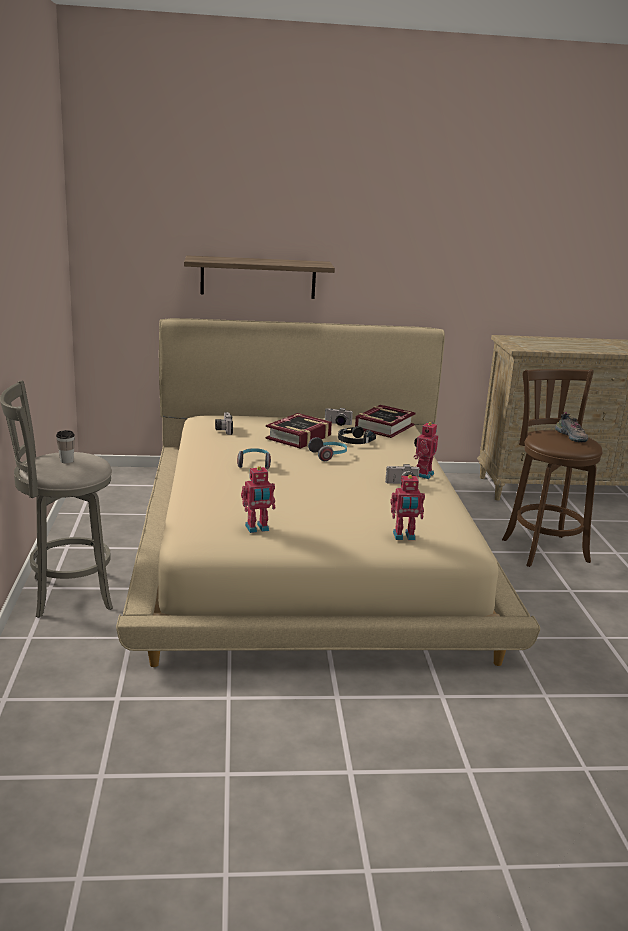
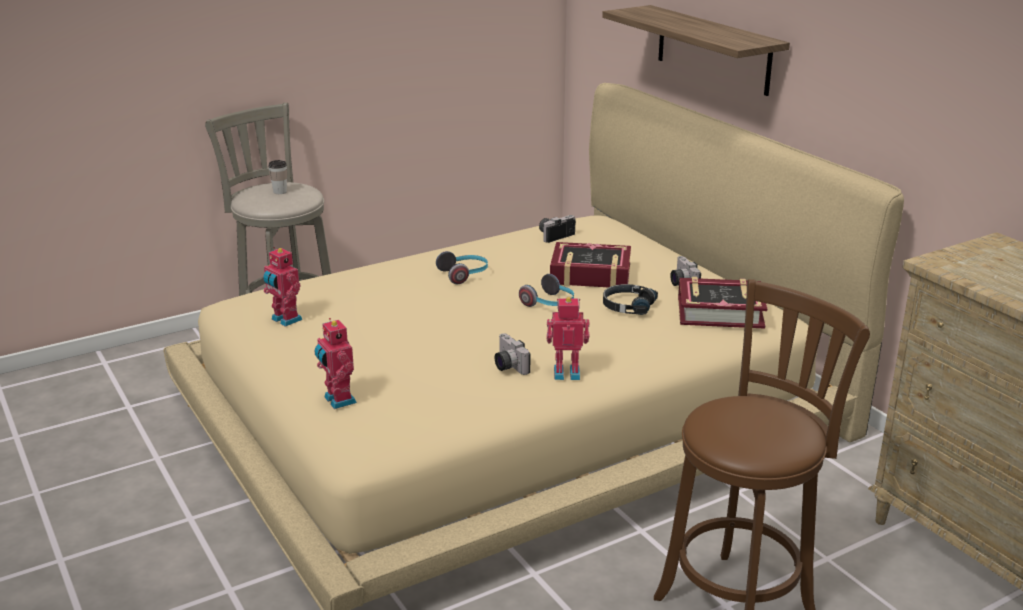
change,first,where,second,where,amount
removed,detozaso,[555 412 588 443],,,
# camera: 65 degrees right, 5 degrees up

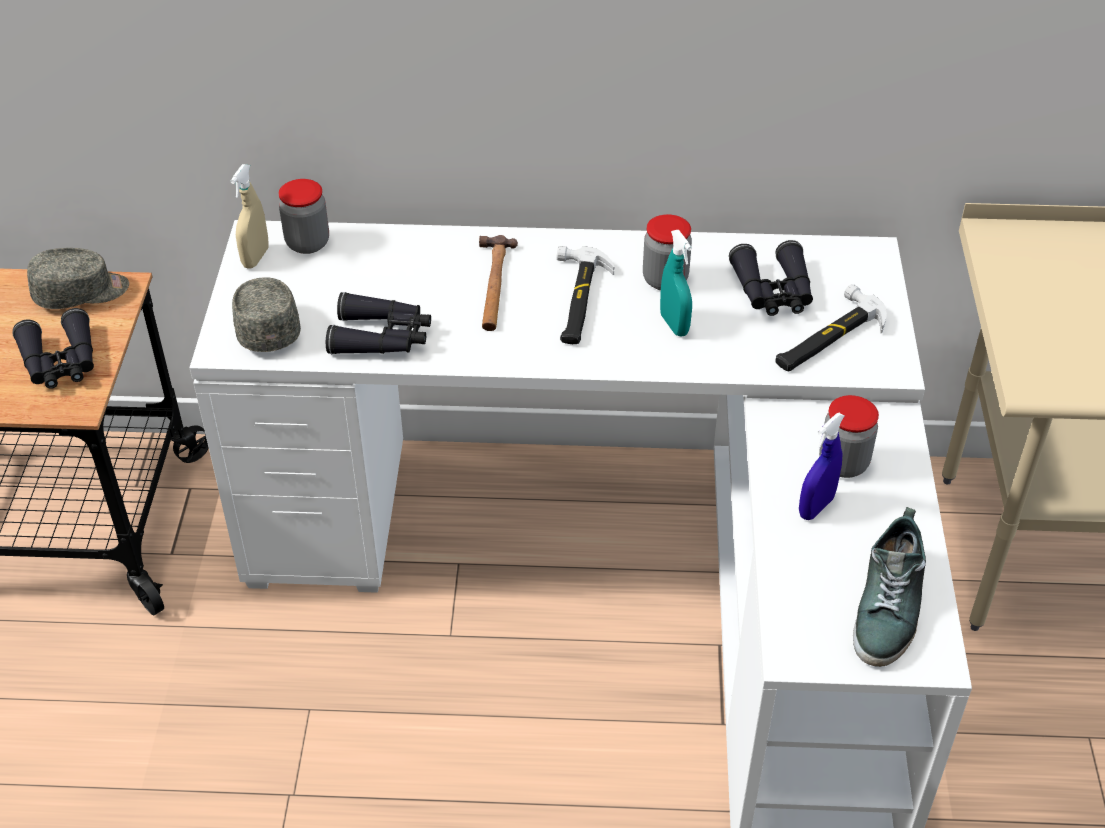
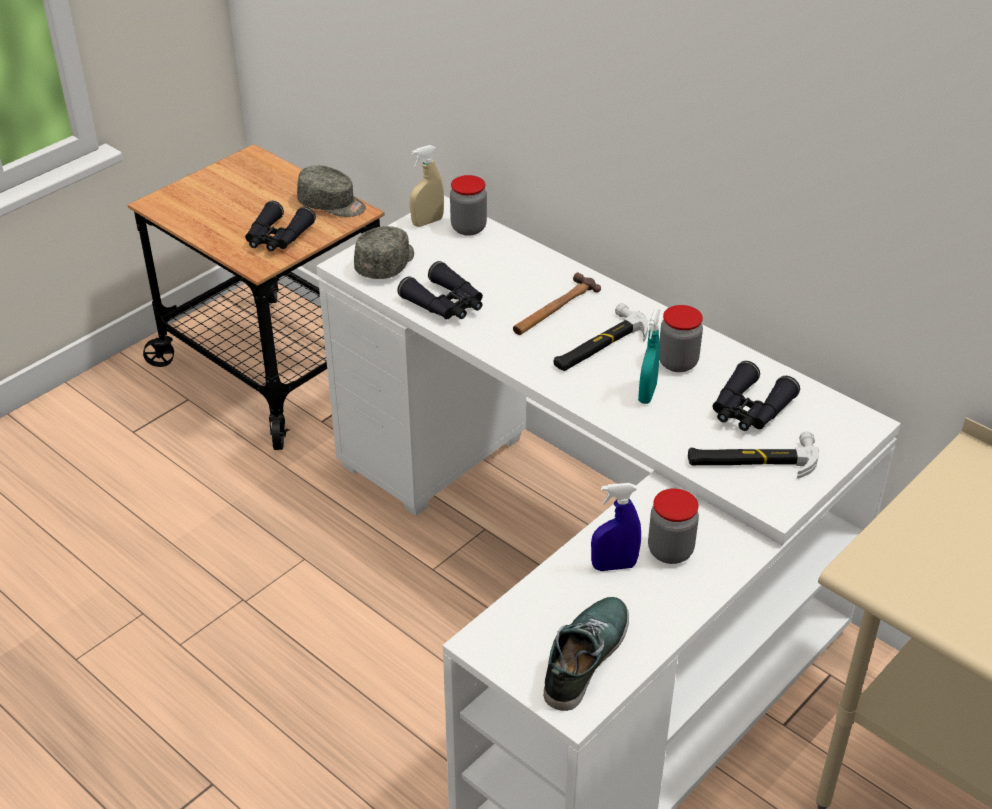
change,first,where,second,where,amount
turned,detozaso,[853 507 926 667],,[544 597 629 711],150 degrees clockwise
# camera: 40 degrees right, 5 degrees down

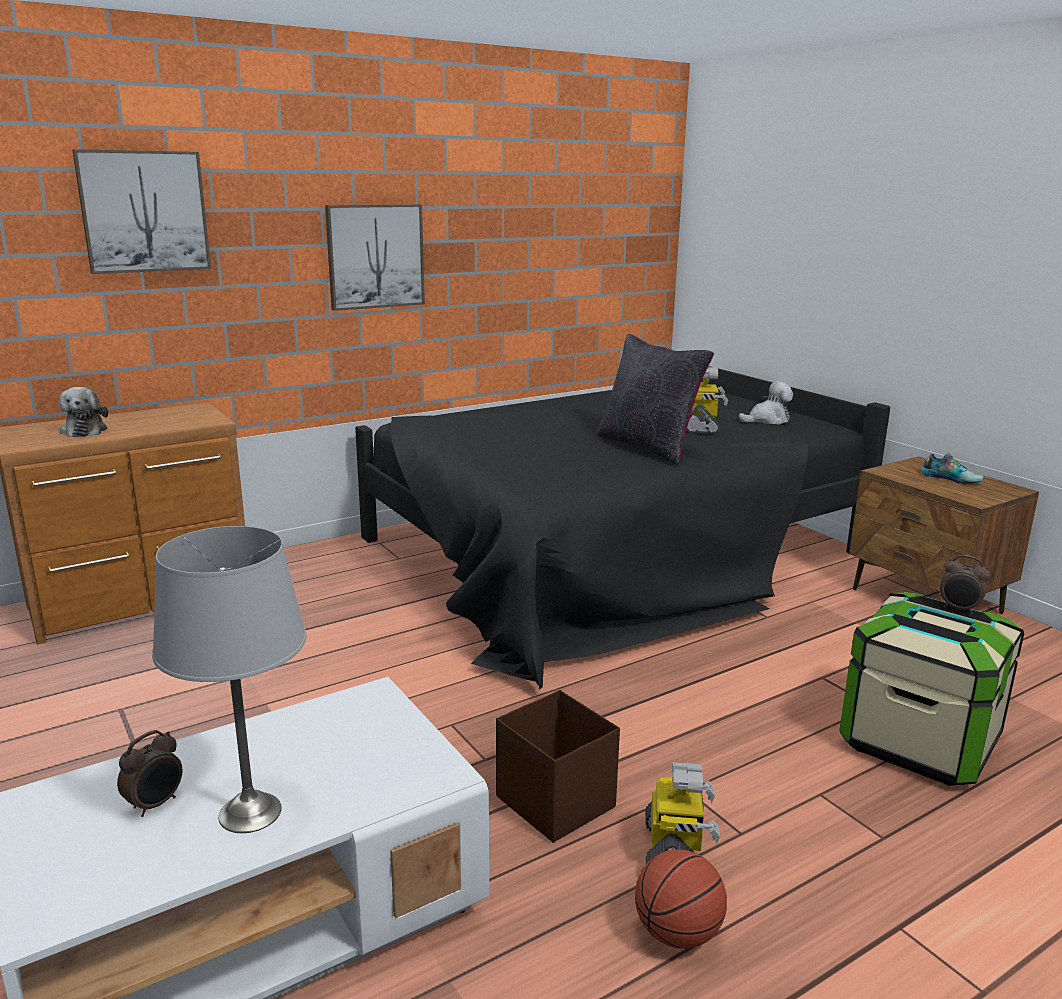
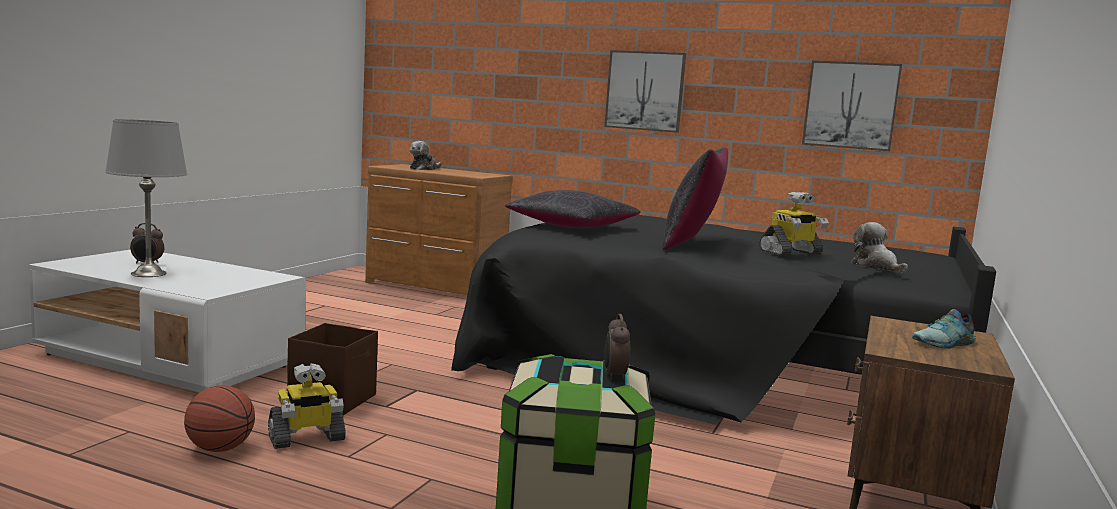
change,first,where,second,where,amount
moved,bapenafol,[72 149 211 274],,[802 60 902 151],
turned,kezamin,[738 381 793 425],,[851 222 908 273],150 degrees counterclockwise
turned,detozaso,[921 453 985 484],,[912 309 976 349],60 degrees clockwise
added,,,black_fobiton,[505 190 641 228],
# camera: 55 degrees right, 10 degrees down

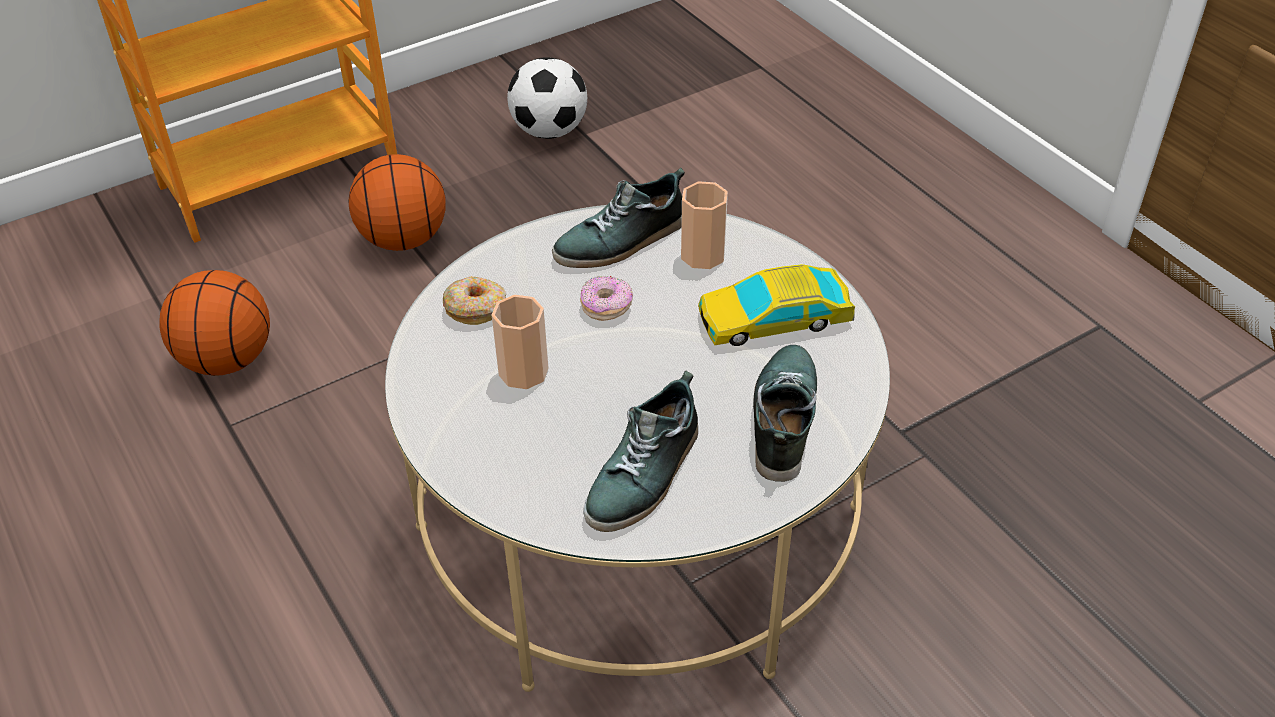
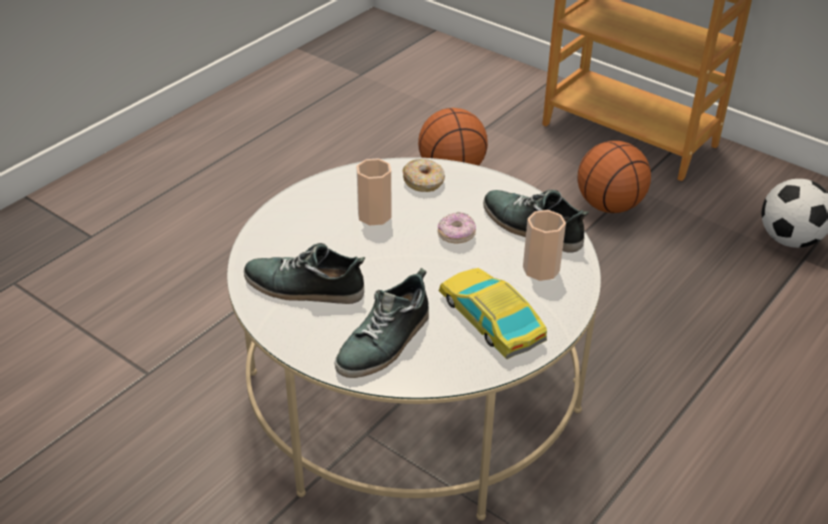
change,first,where,second,where,amount
turned,detozaso,[753 345 817 482],,[334 268 429 378],135 degrees clockwise
# camera: 70 degrees right, 5 degrees down

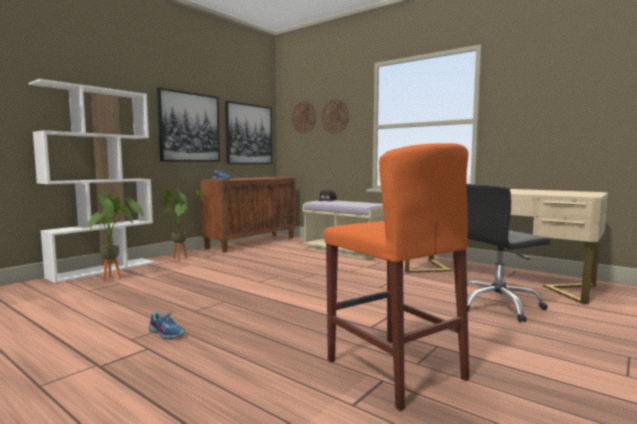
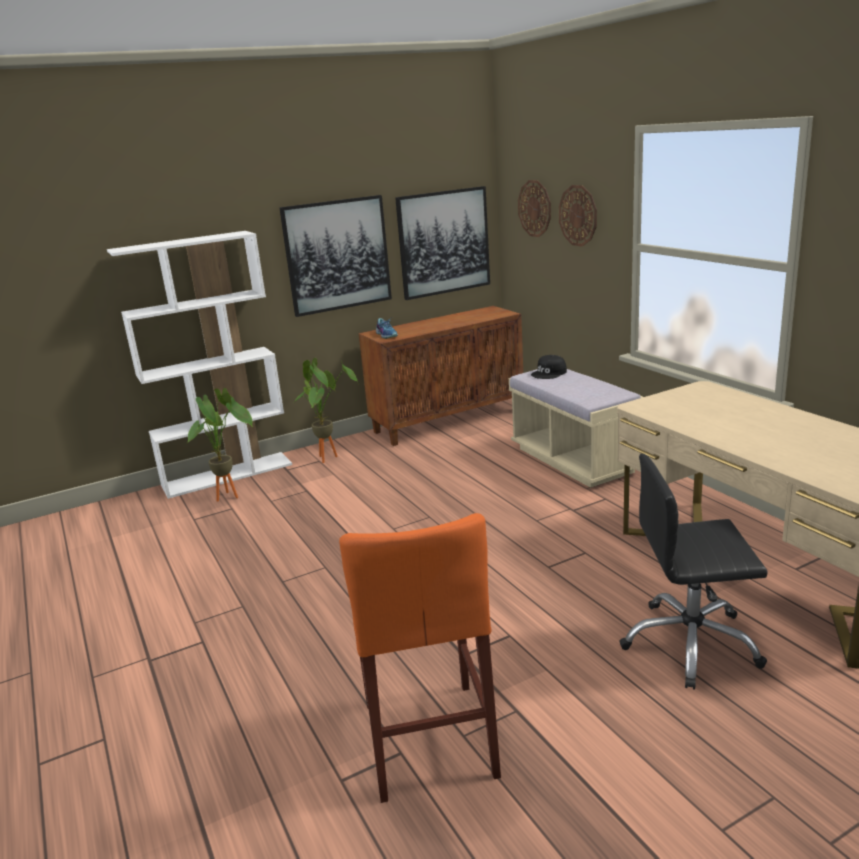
change,first,where,second,where,amount
removed,detozaso,[148 311 185 340],,,
# camera: 25 degrees right, 15 degrees up

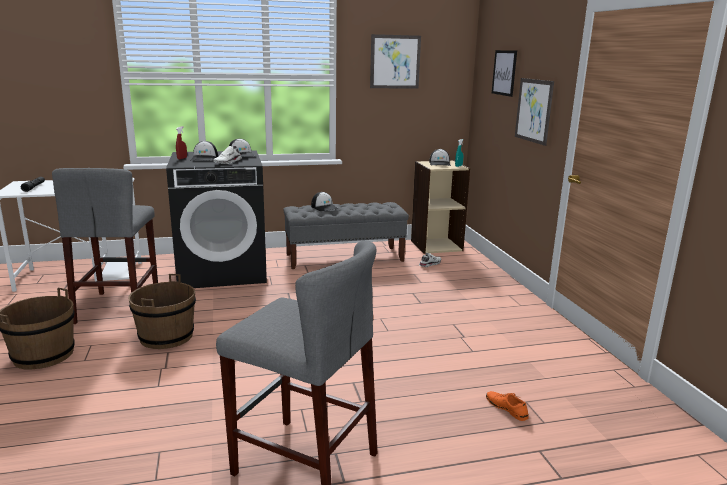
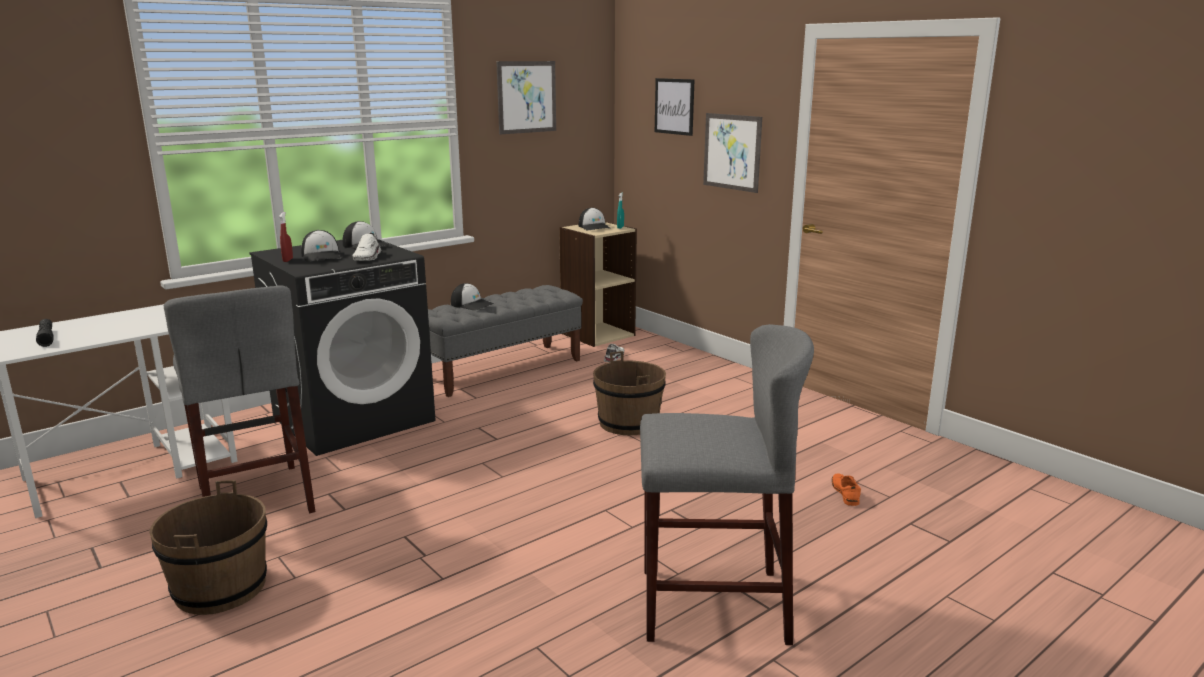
change,first,where,second,where,amount
moved,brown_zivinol,[128 274 196 349],,[593 351 666 435],
turned,orange_detozaso,[486 391 529 421],,[832 473 861 506],60 degrees clockwise
# camera: 25 degrees left, 0 degrees up

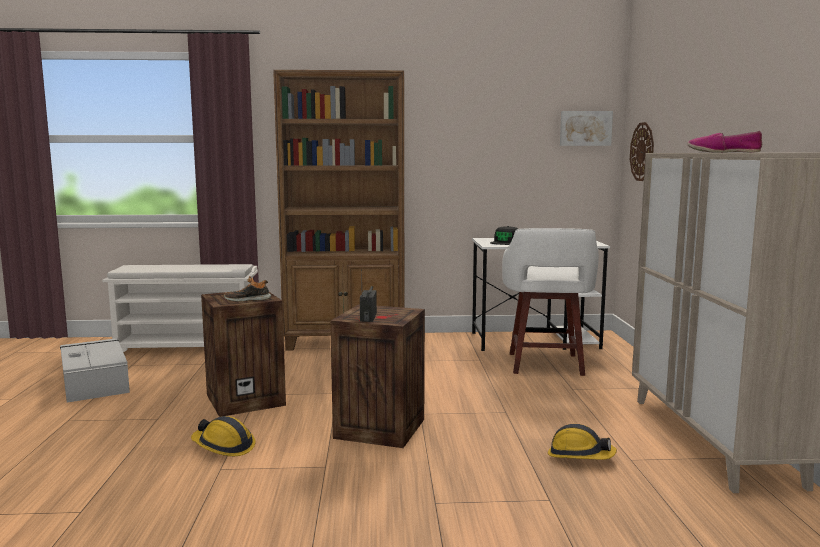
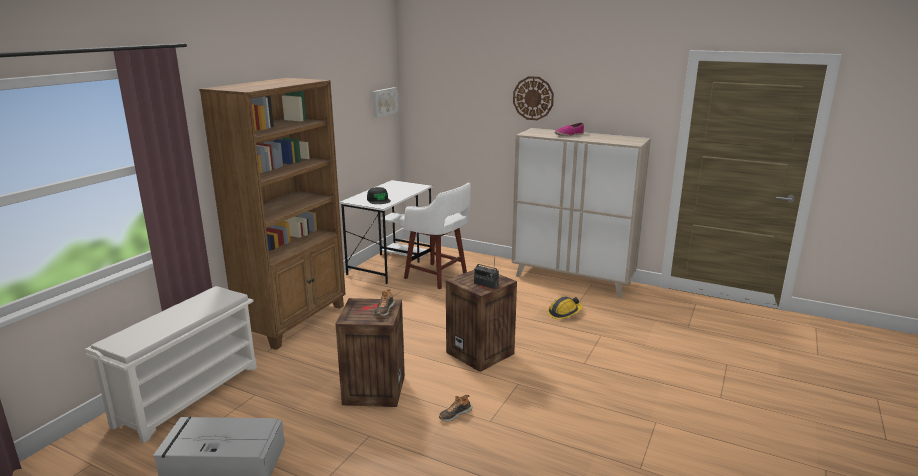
change,first,where,second,where,amount
replaced,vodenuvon,[191 416 255 456],detozaso,[439 395 472 421],
moved,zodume,[630 122 654 181],,[513 76 554 120],
# camera: 60 degrees left, 10 degrees up

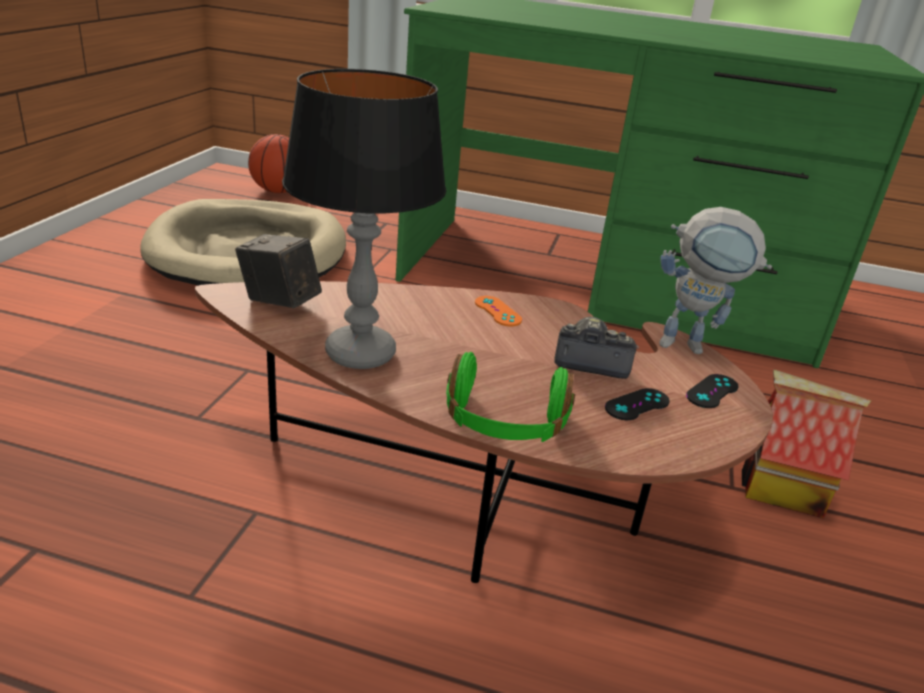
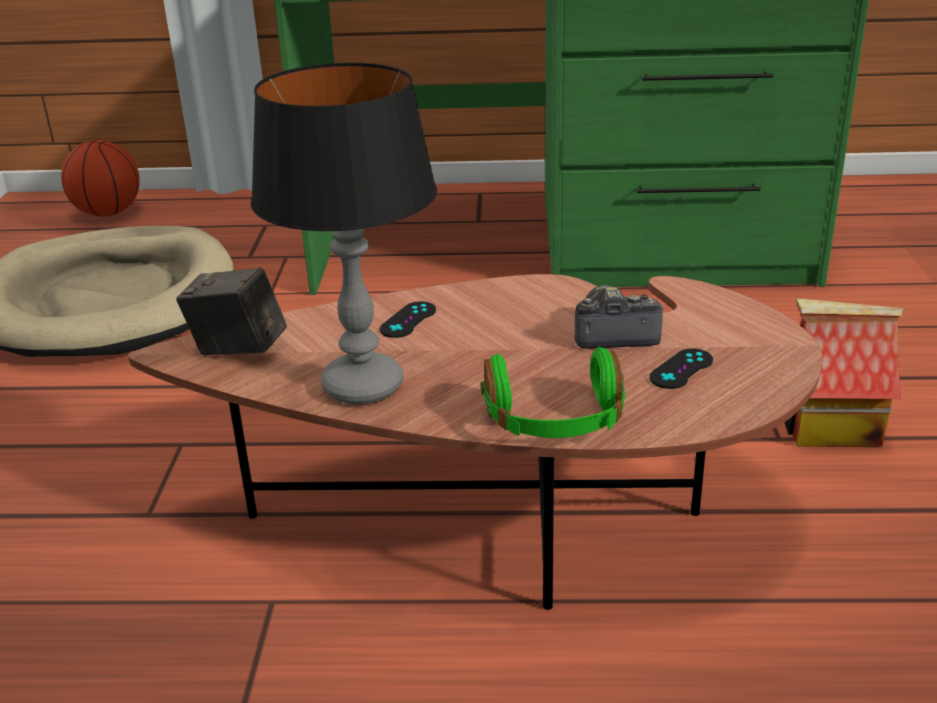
change,first,where,second,where,amount
removed,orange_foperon,[475 296 522 326],,,
removed,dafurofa,[659 207 772 354],,,
moved,black_foperon,[686 374 738 408],,[379 301 436 338],
# camera: 10 degrees left, 0 degrees up

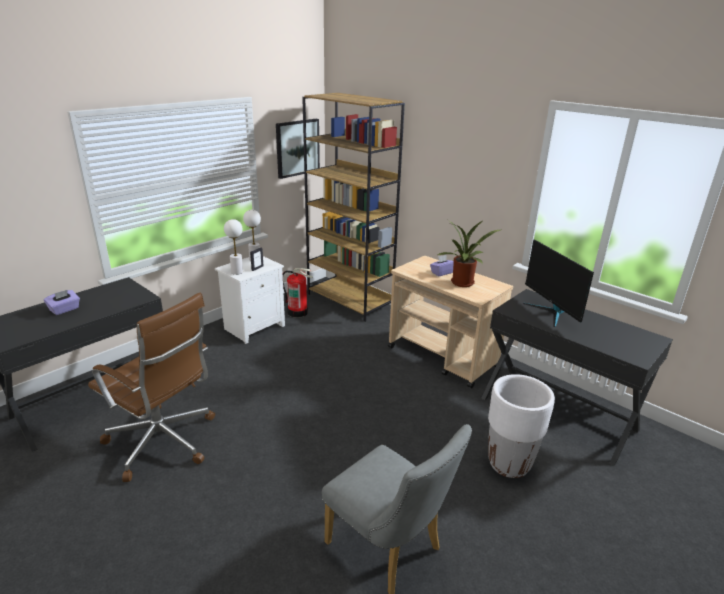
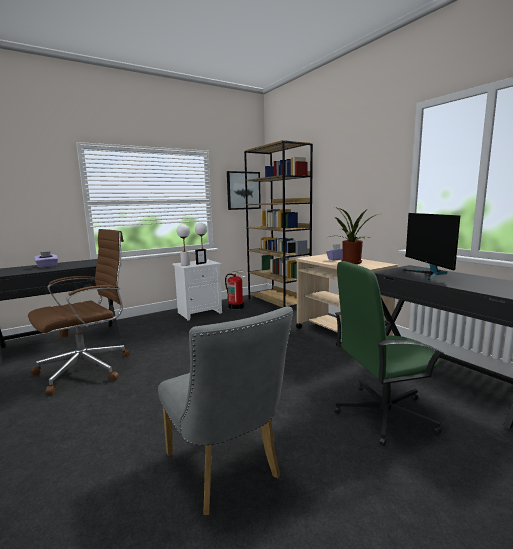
change,first,where,second,where,amount
turned,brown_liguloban,[88 293 215 482],,[28 229 130 395],90 degrees counterclockwise
replaced,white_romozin,[488 374 555 478],green_liguloban,[334 261 444 446],
# camera: 15 degrees right, 15 degrees down

